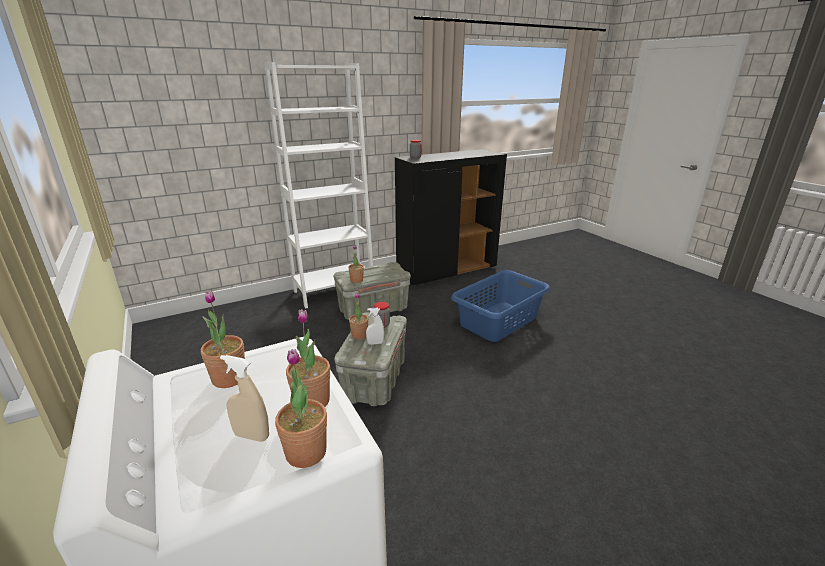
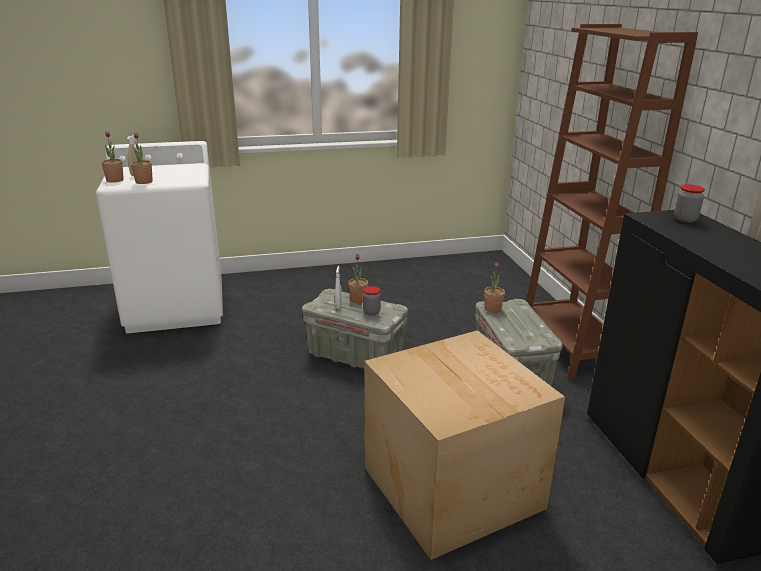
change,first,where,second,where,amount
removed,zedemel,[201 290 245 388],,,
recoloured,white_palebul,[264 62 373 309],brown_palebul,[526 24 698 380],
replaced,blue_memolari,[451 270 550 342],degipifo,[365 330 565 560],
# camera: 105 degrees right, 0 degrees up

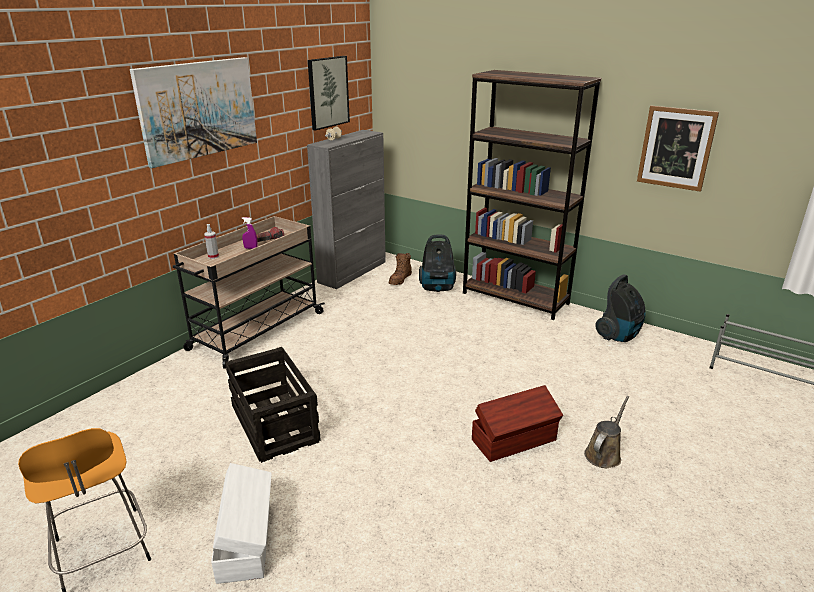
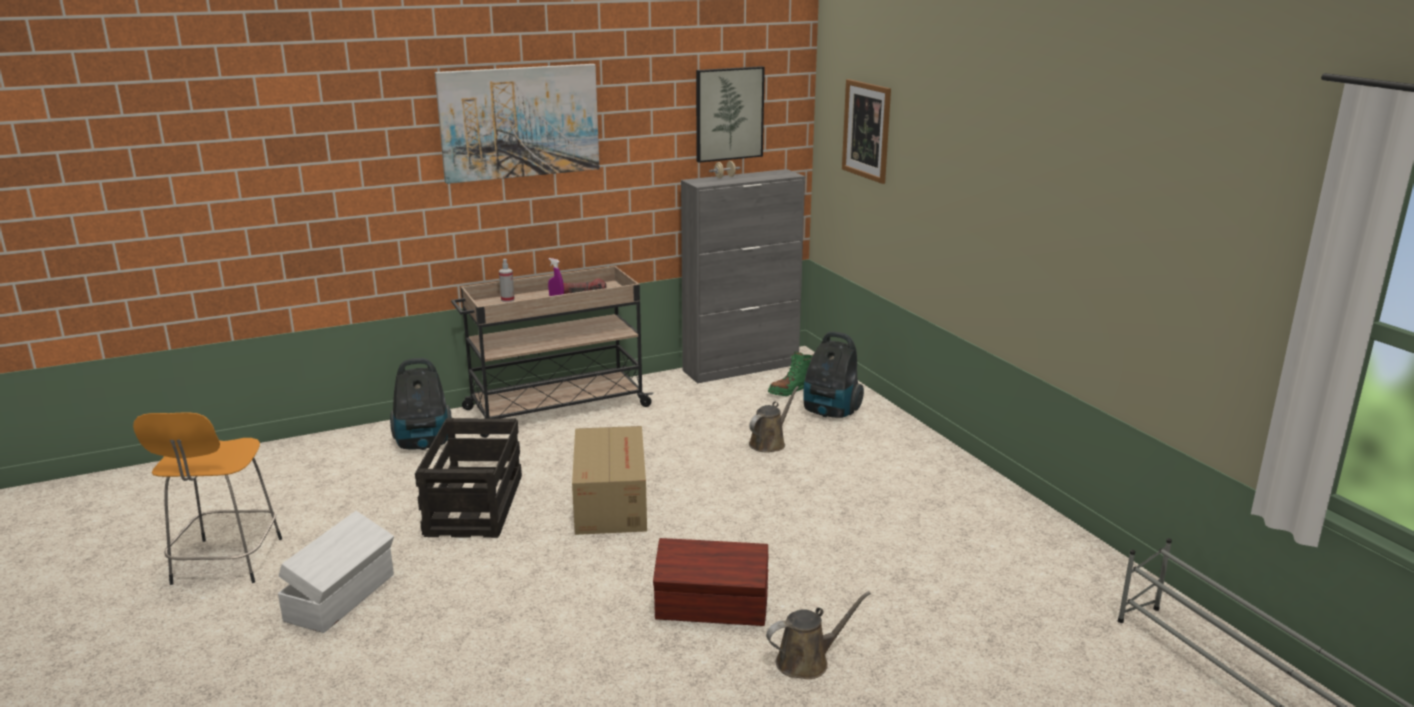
change,first,where,second,where,amount
recoloured,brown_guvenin,[389 253 412 285],green_guvenin,[768 351 814 396],
removed,brown_palebul,[463 70 601 320],,,
moved,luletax,[595 275 646 342],,[390 358 452 450],
moved,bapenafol,[637 106 719 192],,[842 79 891 184],
added,,,degipifo,[572 426 647 535],
added,,,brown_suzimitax,[749 386 799 453],
# camera: 30 degrees right, 5 degrees down

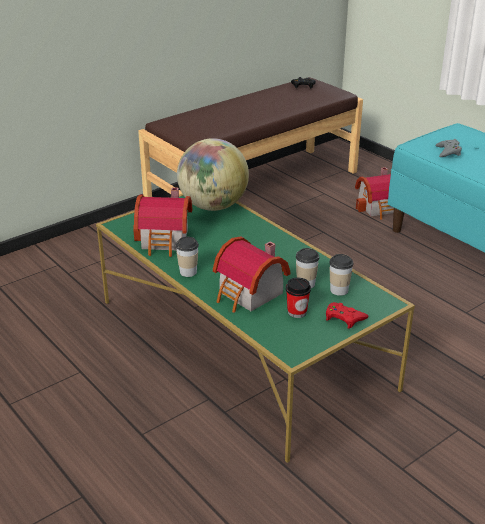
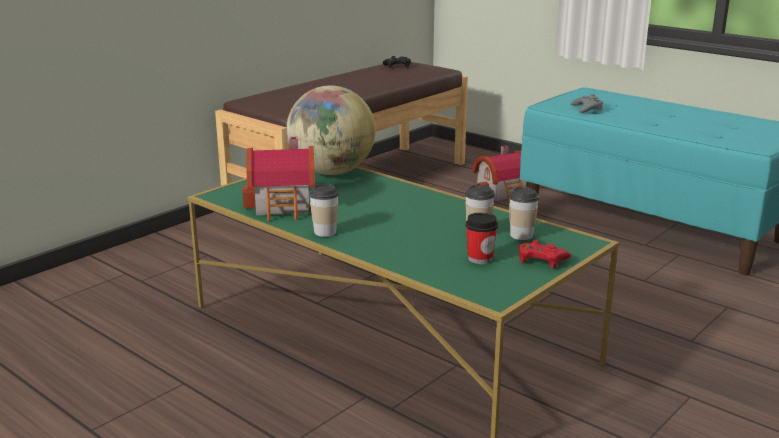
change,first,where,second,where,amount
removed,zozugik,[213 237 290 313],,,
# camera: 10 degrees left, 10 degrees down

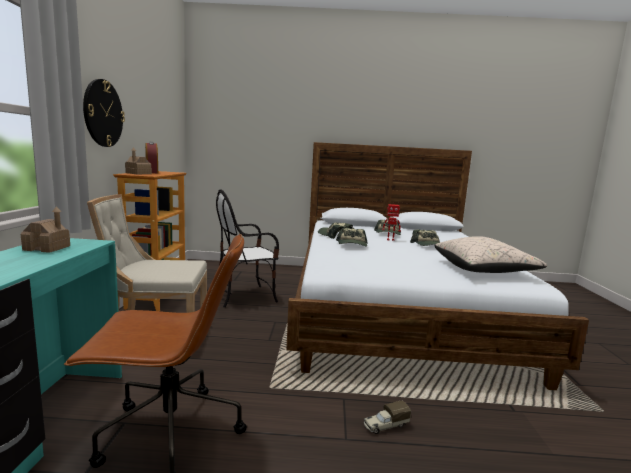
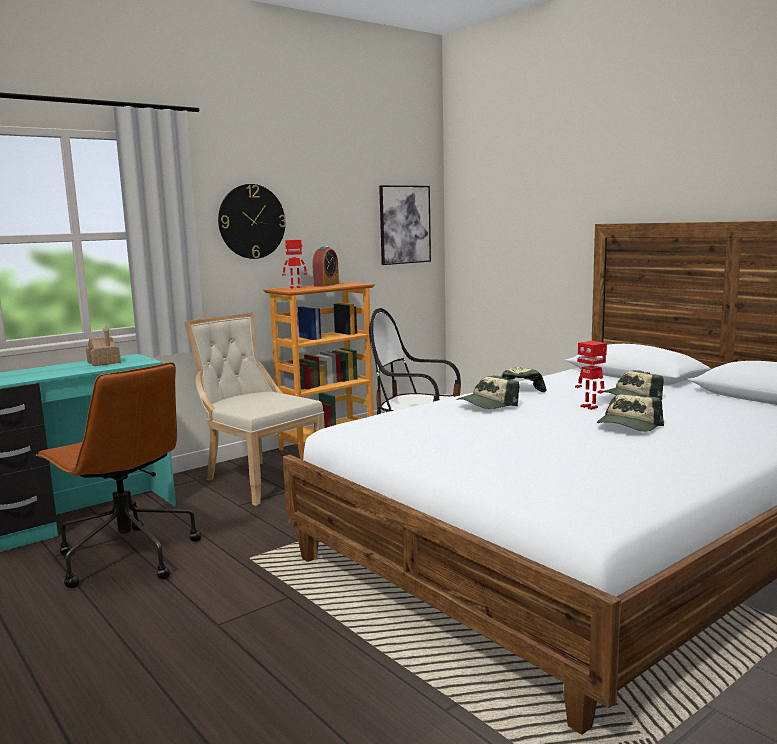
change,first,where,second,where,amount
replaced,zozugik,[125 147 152 174],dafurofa,[282 240 307 288],
removed,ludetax,[363 401 411 434],,,
removed,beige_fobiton,[435 236 547 273],,,
added,,,bapenafol,[379 185 431 265],
# camera: 50 degrees right, 0 degrees up

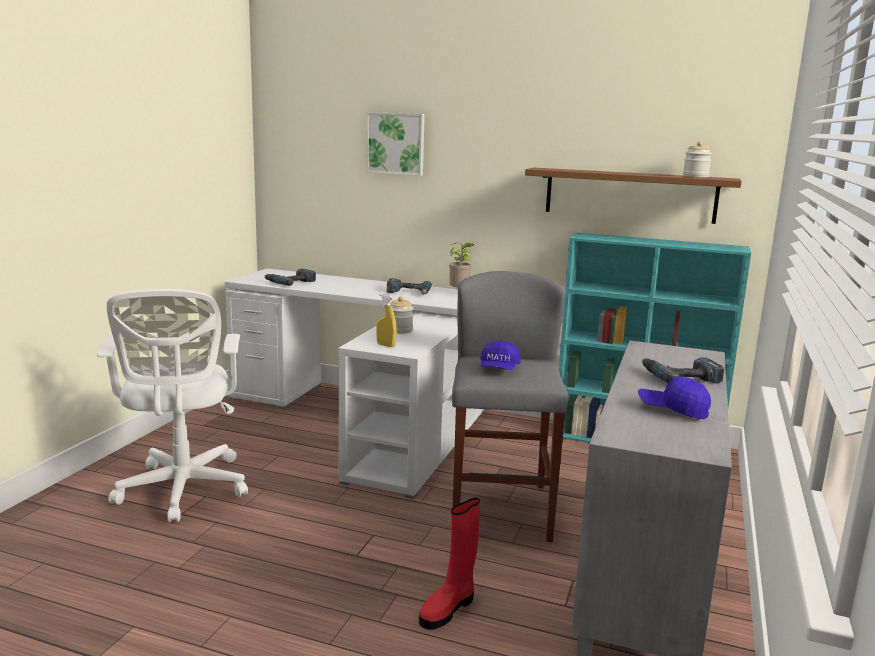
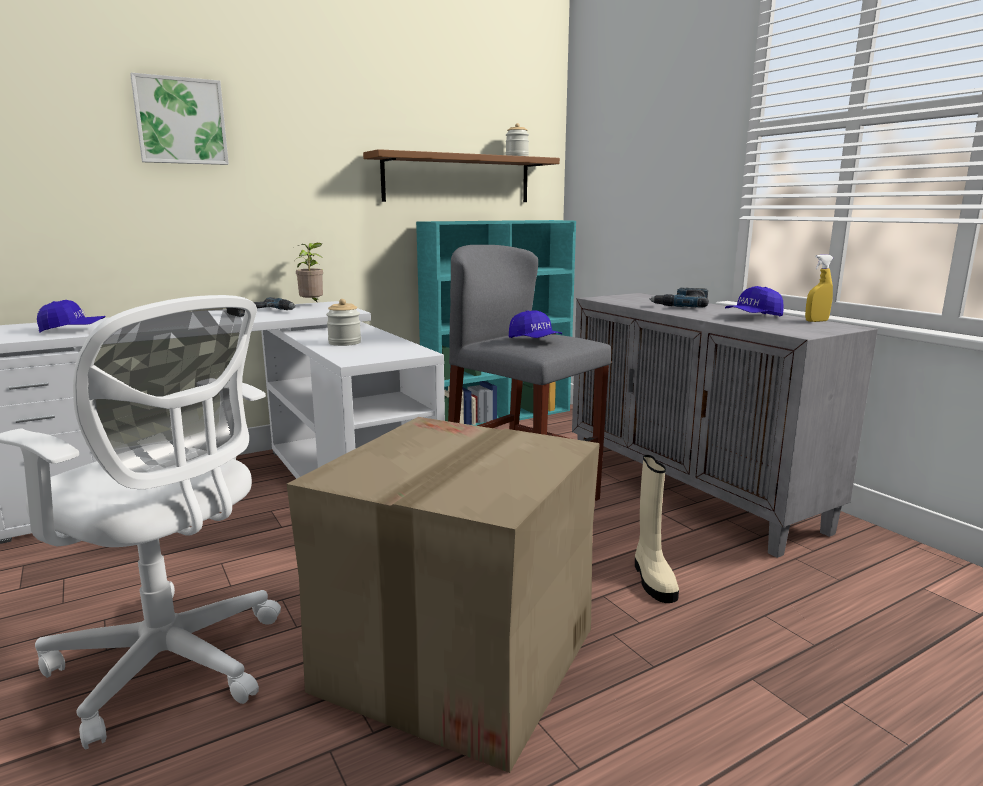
change,first,where,second,where,amount
replaced,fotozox,[264 269 316 286],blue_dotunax,[37 300 106 332],
moved,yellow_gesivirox,[376 294 397 347],,[805 255 833 322],
recoloured,red_guvenin,[419 498 480 630],beige_guvenin,[635 455 679 603],
added,,,degipifo,[287 417 600 773],
# camera: 50 degrees left, 0 degrees up

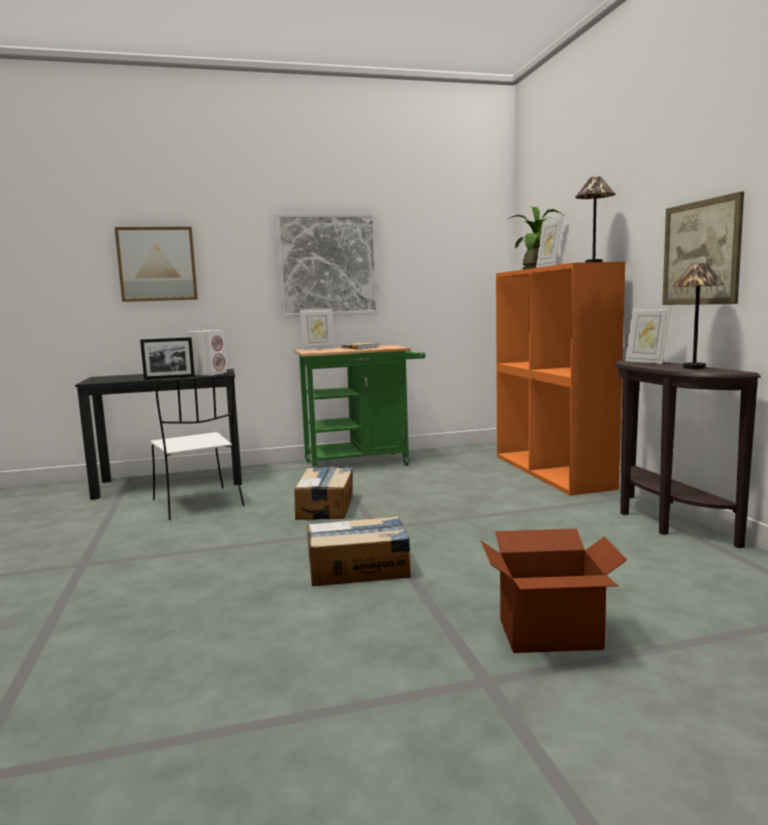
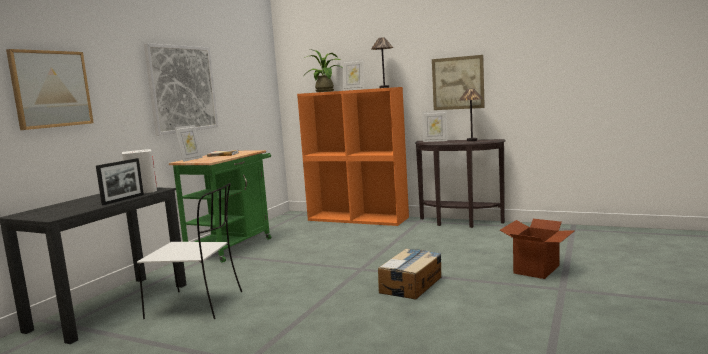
change,first,where,second,where,amount
removed,degipifo,[294 466 353 520],,,
# camera: 50 degrees left, 0 degrees up

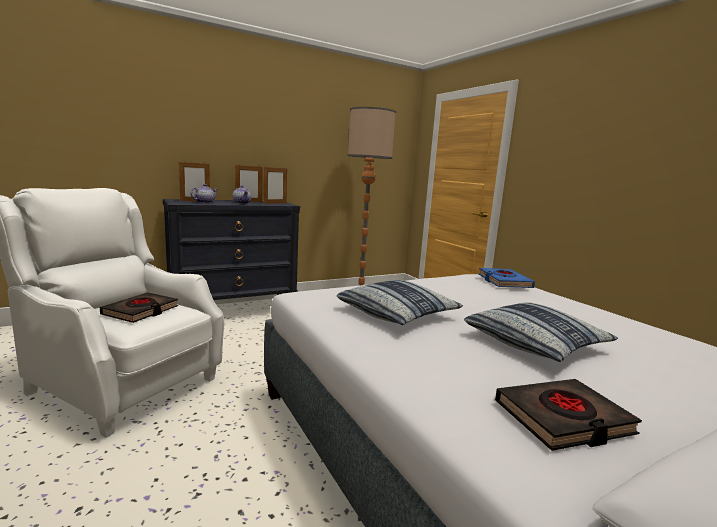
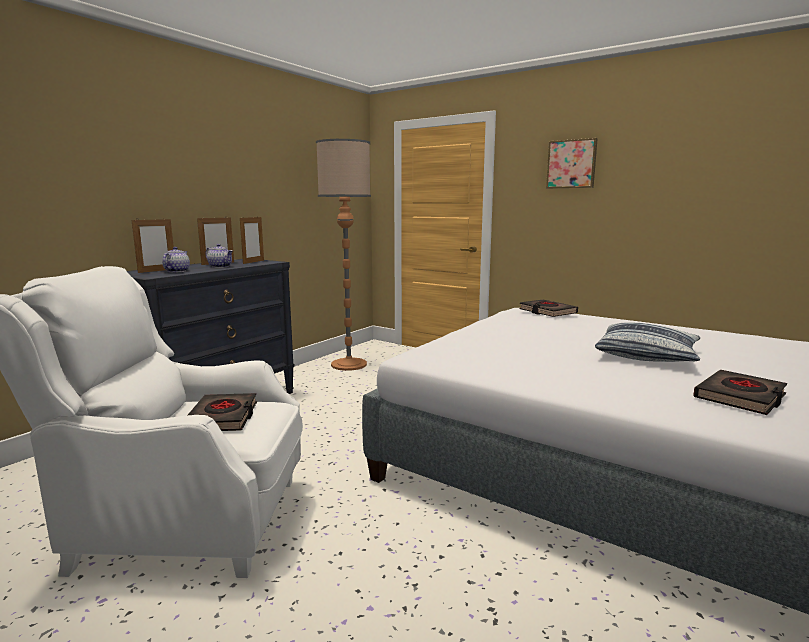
change,first,where,second,where,amount
removed,fobiton,[337 280 463 325],,,
recoloured,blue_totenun,[479 268 535 288],black_totenun,[519 300 578 317],
added,,,bapenafol,[546 138 598 188],
# camera: 25 degrees left, 0 degrees up

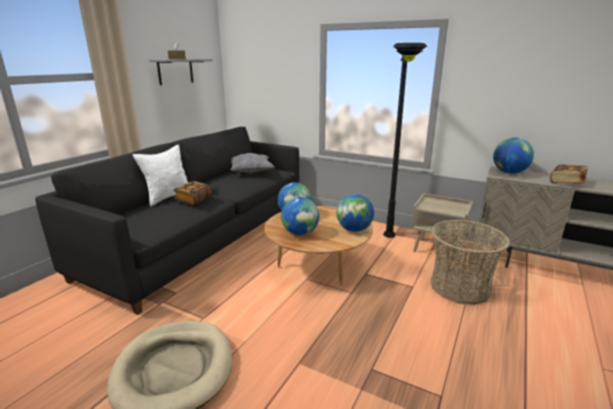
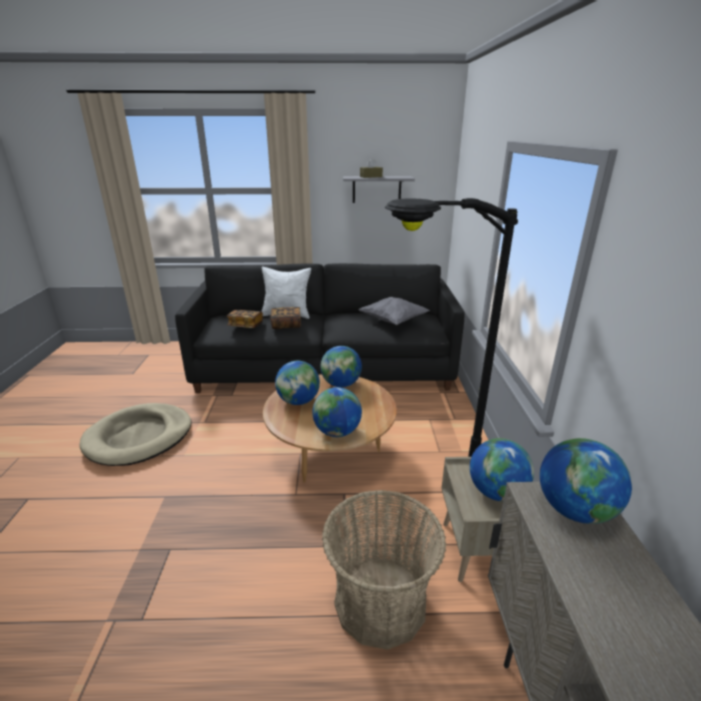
change,first,where,second,where,amount
moved,totenun,[550 164 588 184],,[227 310 263 328],
added,,,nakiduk,[470 438 534 502],
# camera: 60 degrees right, 5 degrees up

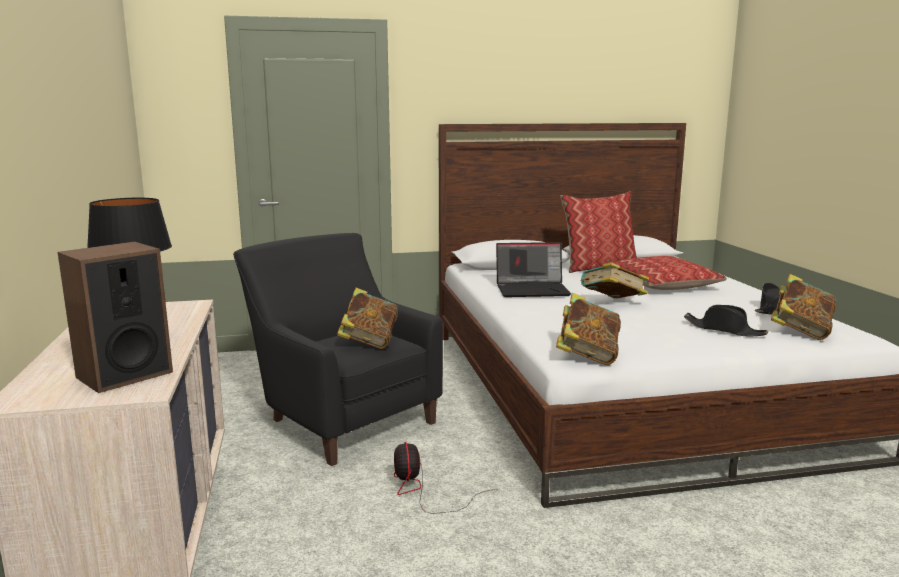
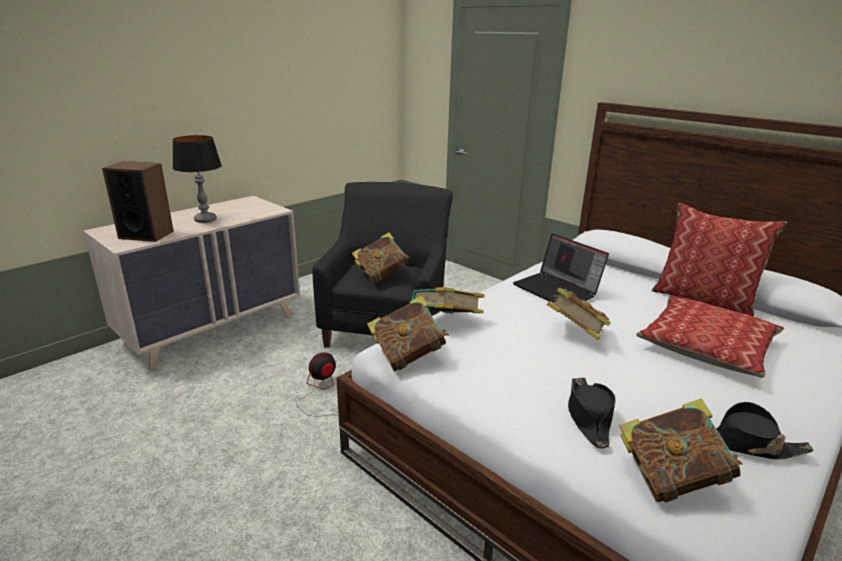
change,first,where,second,where,amount
added,,,totenun,[412 287 484 314],
# camera: 55 degrees right, 10 degrees up

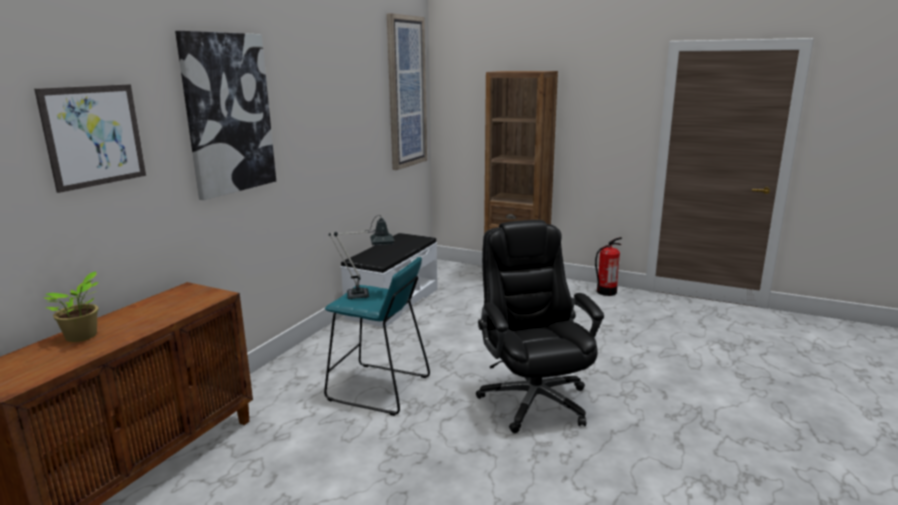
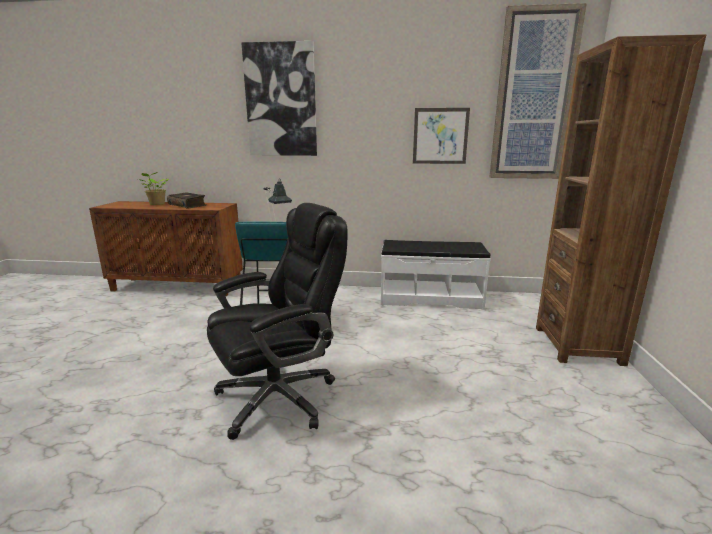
change,first,where,second,where,amount
moved,bapenafol,[34 84 146 193],,[413 108 470 164],
removed,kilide,[595 237 622 296],,,
added,,,totenun,[167 192 206 209],
# camera: 70 degrees right, 0 degrees up

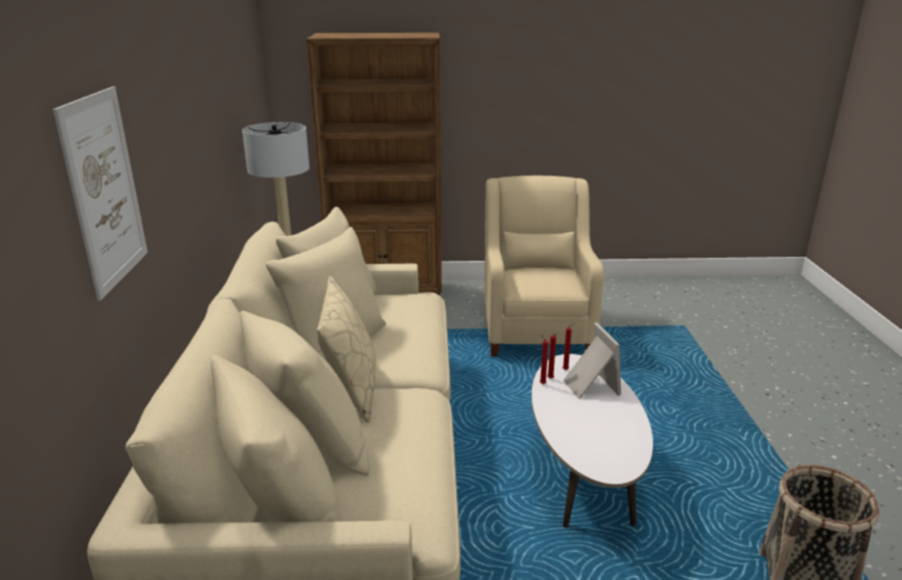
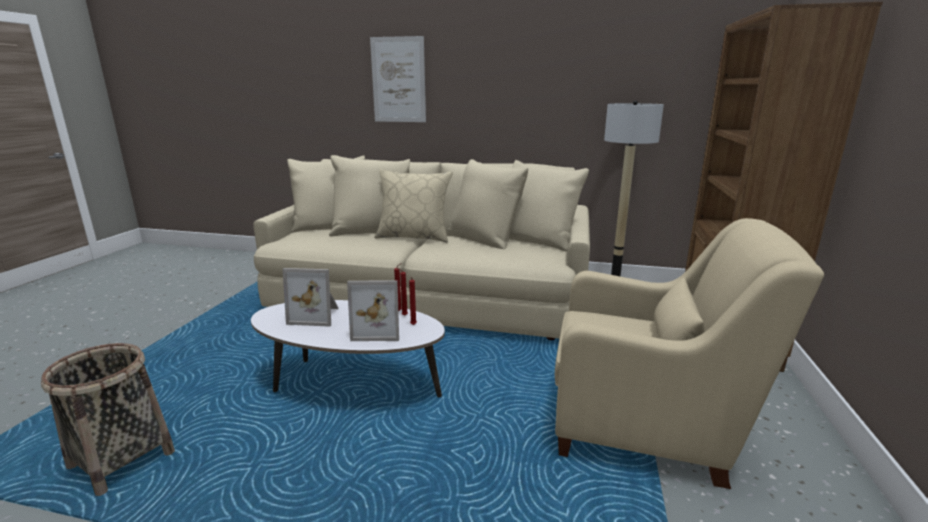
change,first,where,second,where,amount
added,,,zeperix,[282 268 339 327],
# camera: 105 degrees right, 5 degrees down

